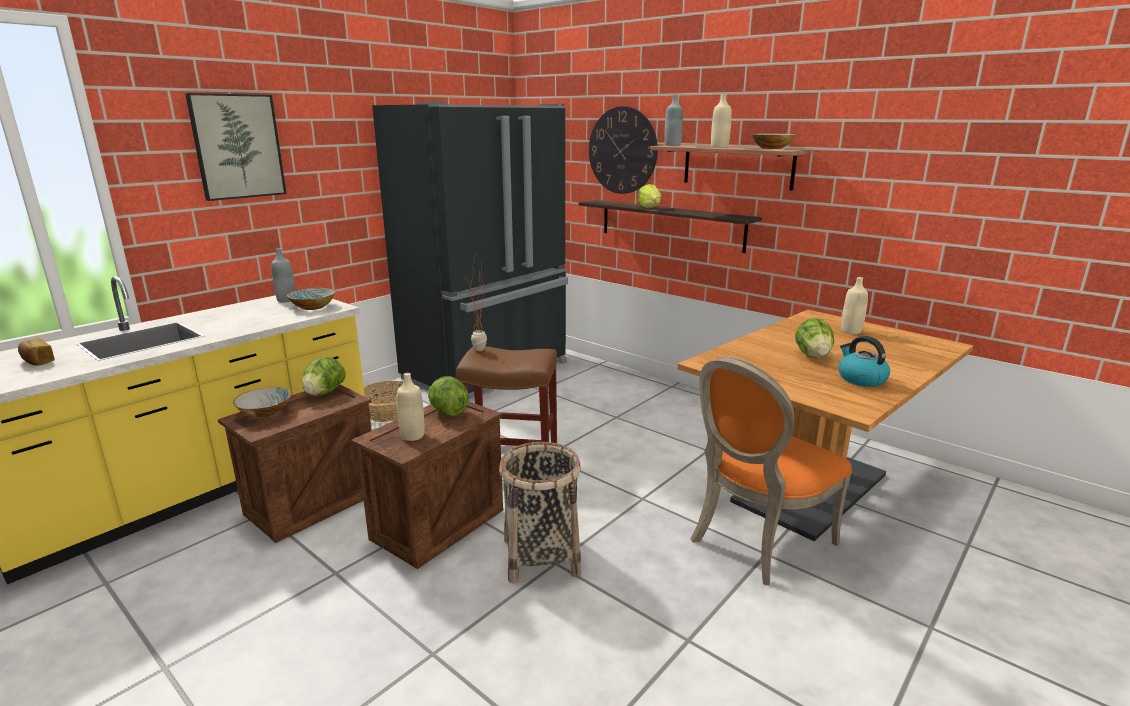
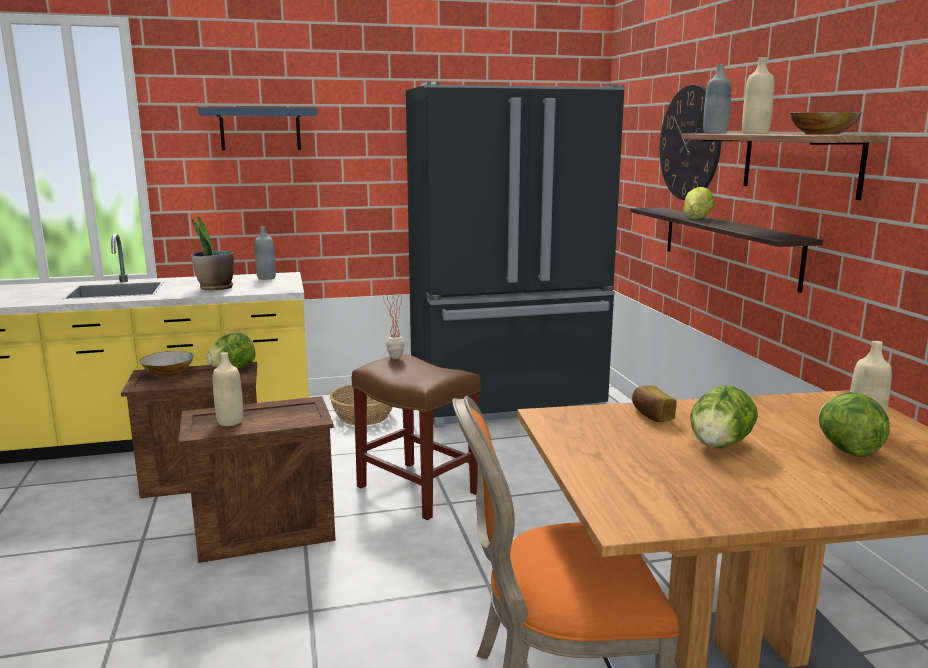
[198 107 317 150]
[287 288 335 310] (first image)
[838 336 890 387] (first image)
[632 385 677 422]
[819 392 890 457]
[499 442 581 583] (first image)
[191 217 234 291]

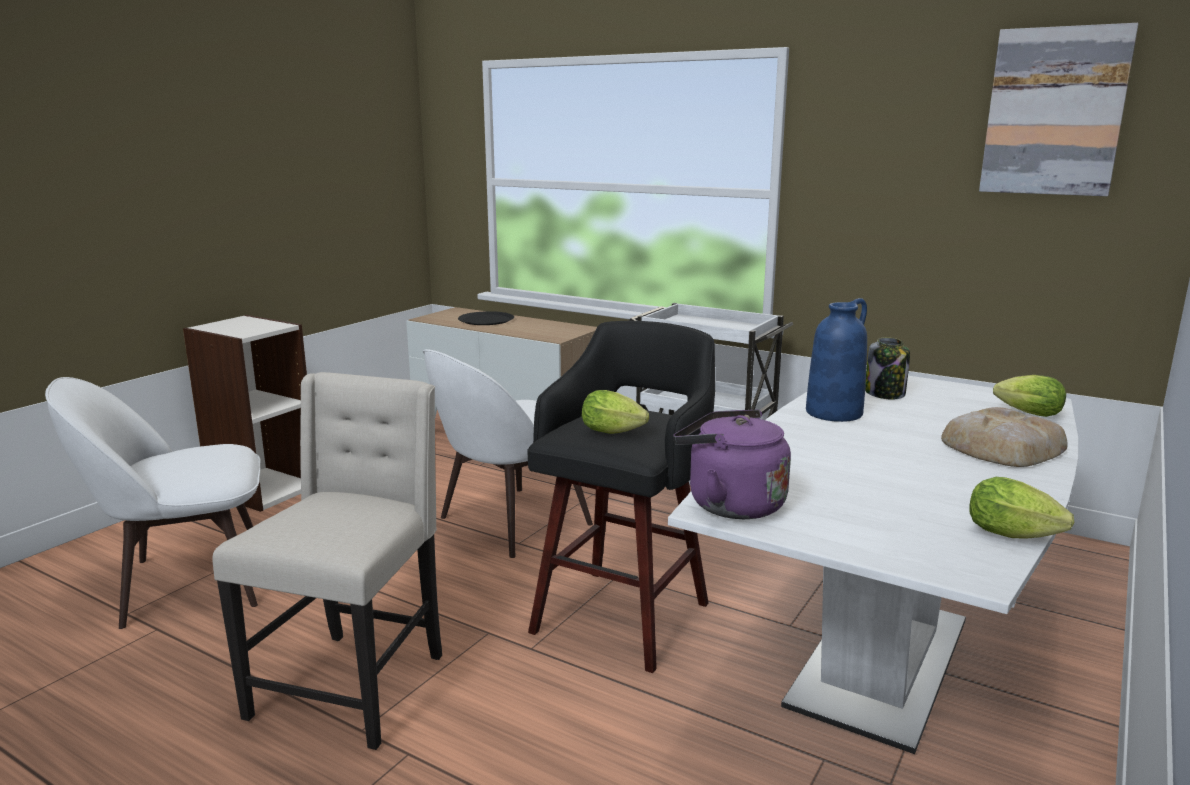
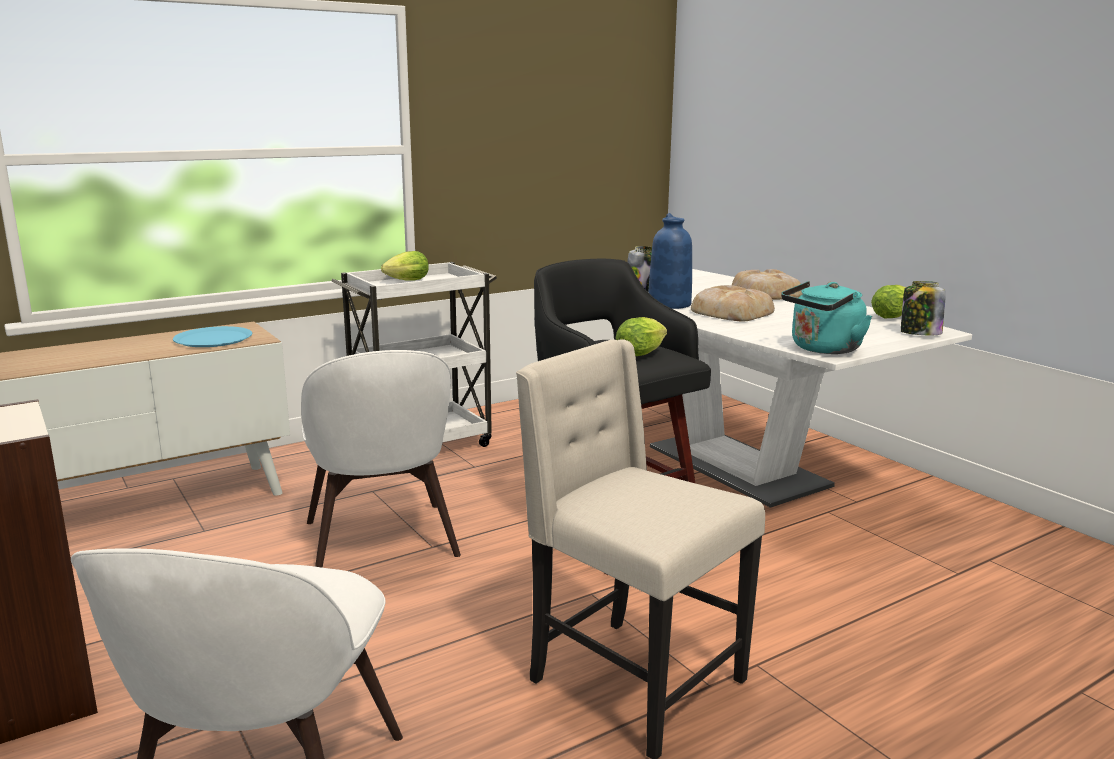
[979 23 1138 196] (first image)
[458 311 514 325] (first image)
[381 251 429 281]
[781 281 872 354]
[901 281 946 335]
[691 285 775 321]
[173 326 252 347]

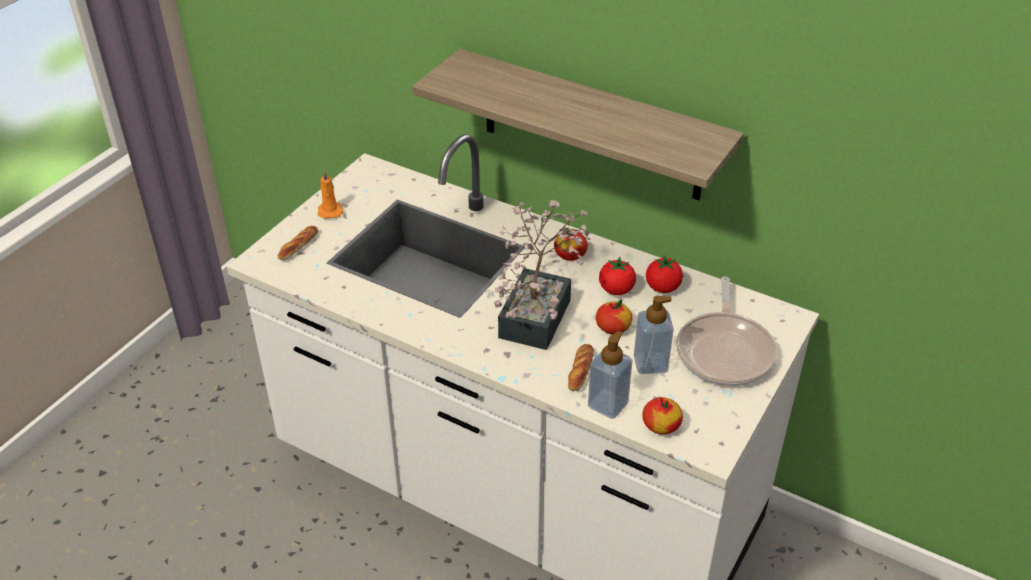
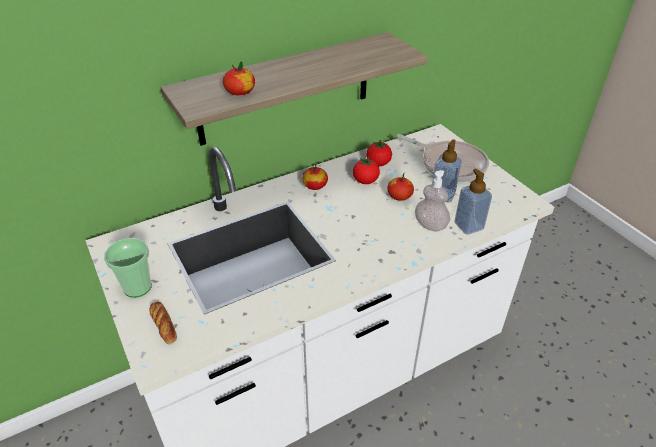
[104 238 152 298]
[494 200 590 350] (first image)
[415 170 450 231]
[223 61 255 95]

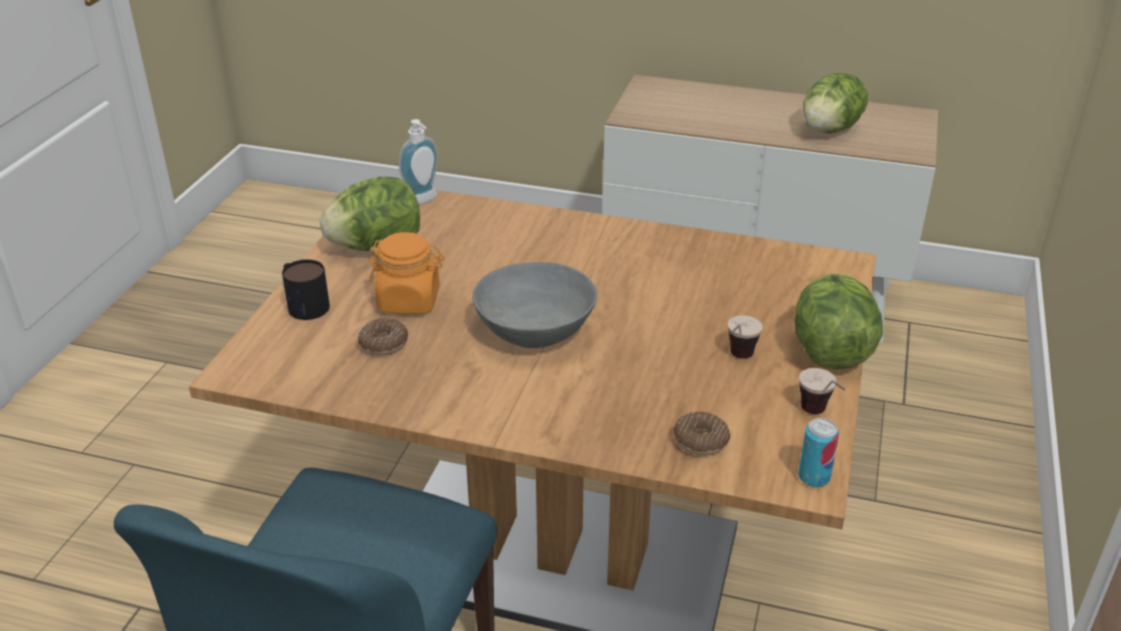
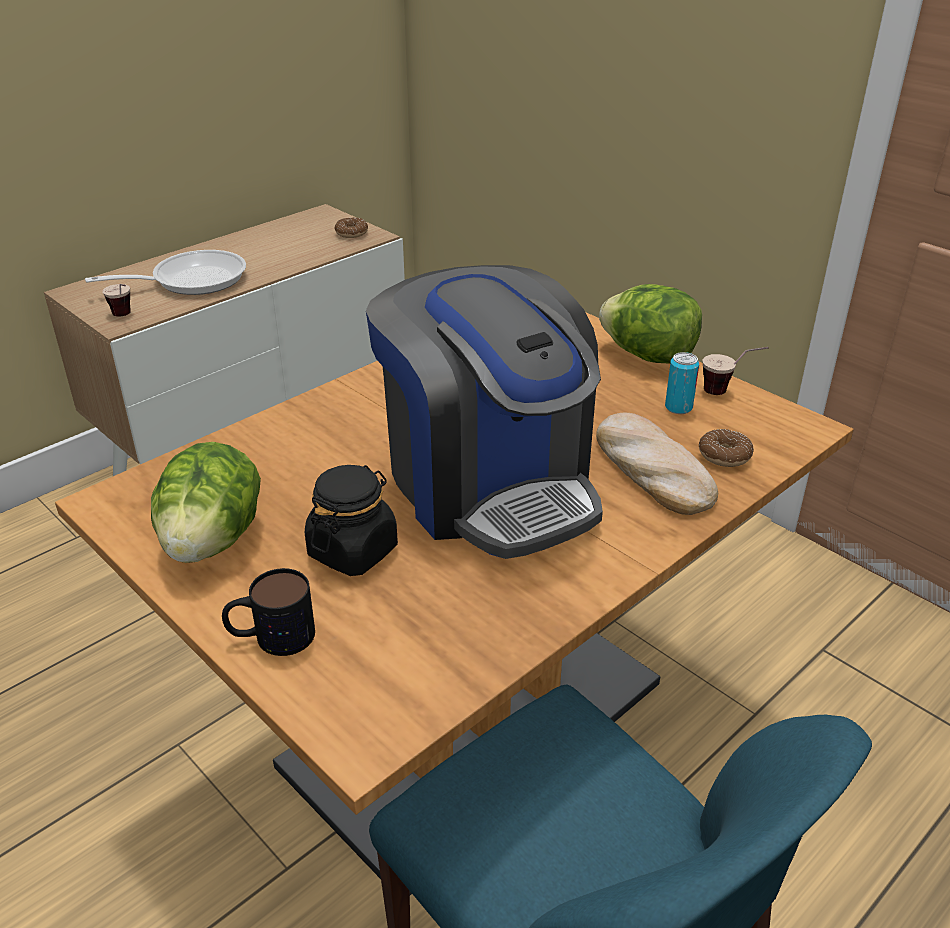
[803 73 868 133] (first image)
[399 119 438 205] (first image)
[305 465 398 576]
[366 265 603 559]
[103 284 131 317]
[334 217 368 238]
[665 352 699 414]
[85 250 246 295]
[596 413 718 515]

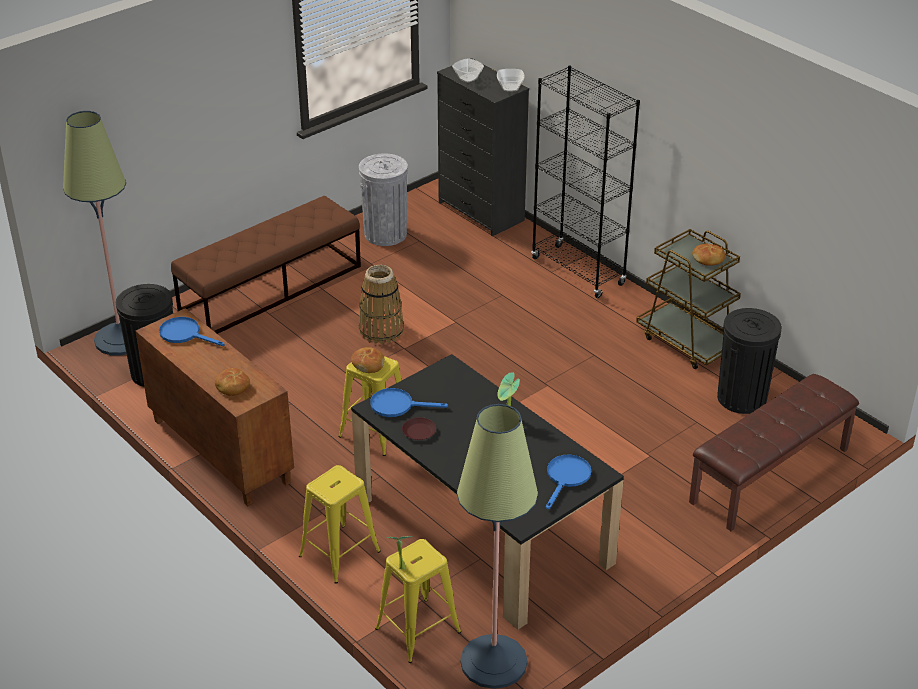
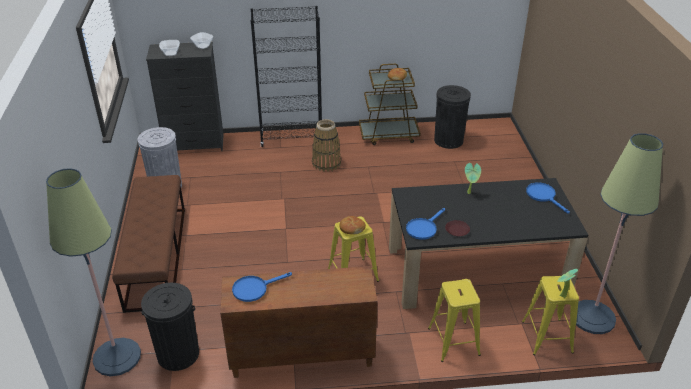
[312 119 341 172]
[215 368 250 396] (first image)
[689 374 859 531] (first image)

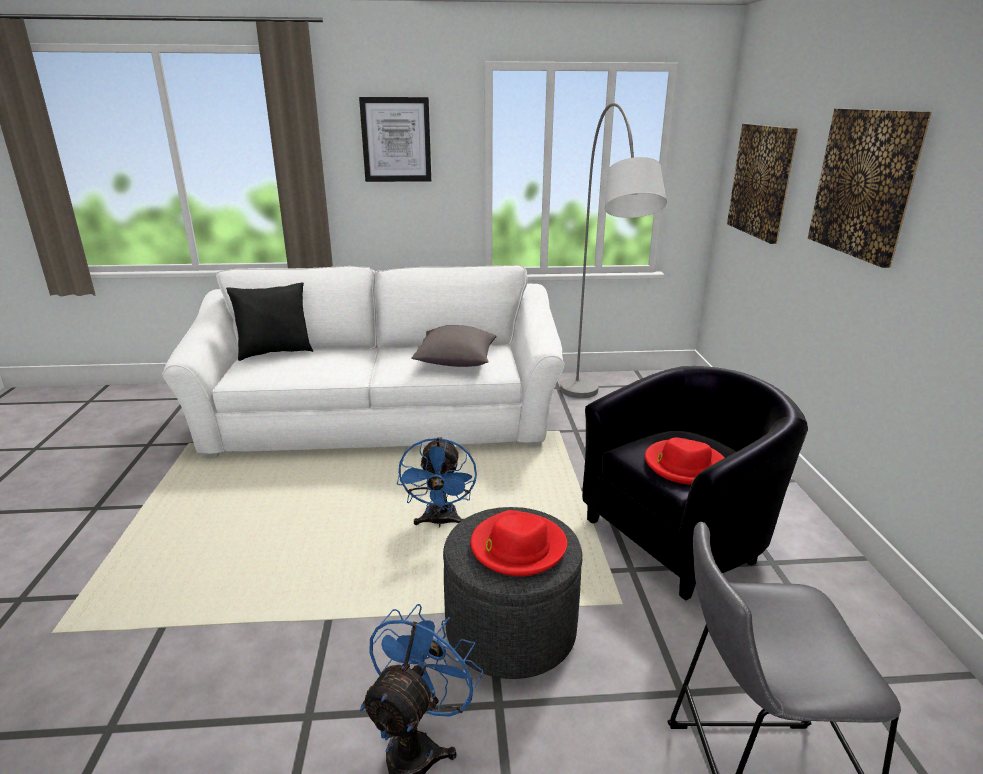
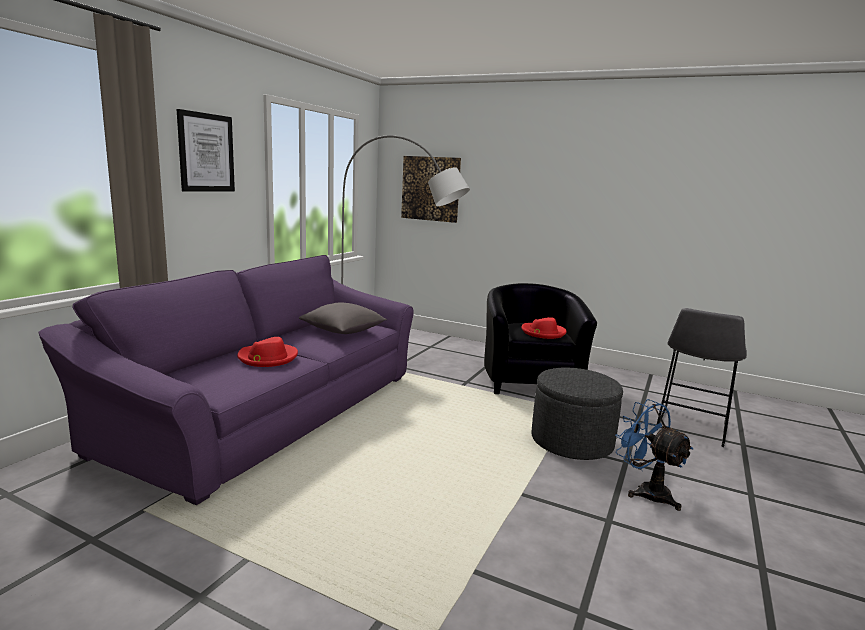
[808 108 932 268] (first image)
[39 255 414 505]
[226 282 313 361] (first image)
[397 437 477 528] (first image)
[237 337 298 367]

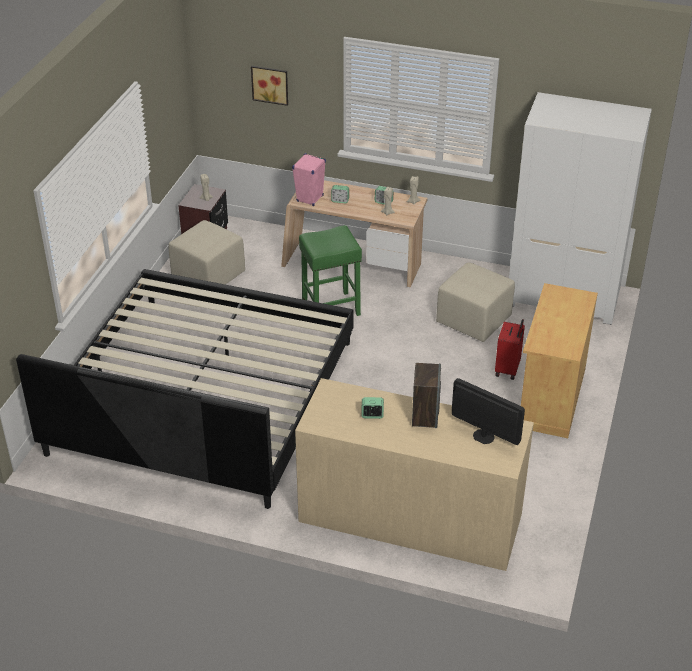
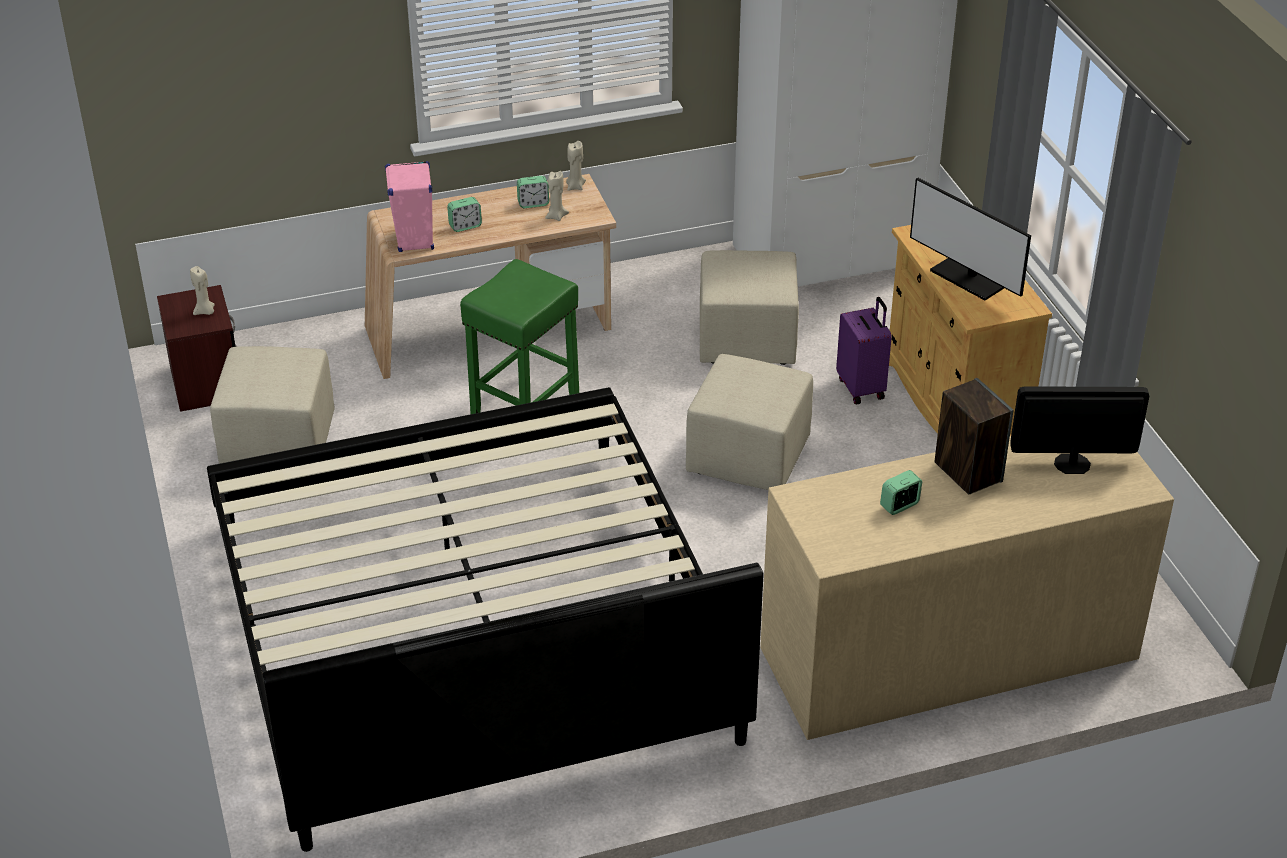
[251 66 288 106] (first image)
[836 297 892 404]
[910 177 1031 301]
[686 354 813 490]

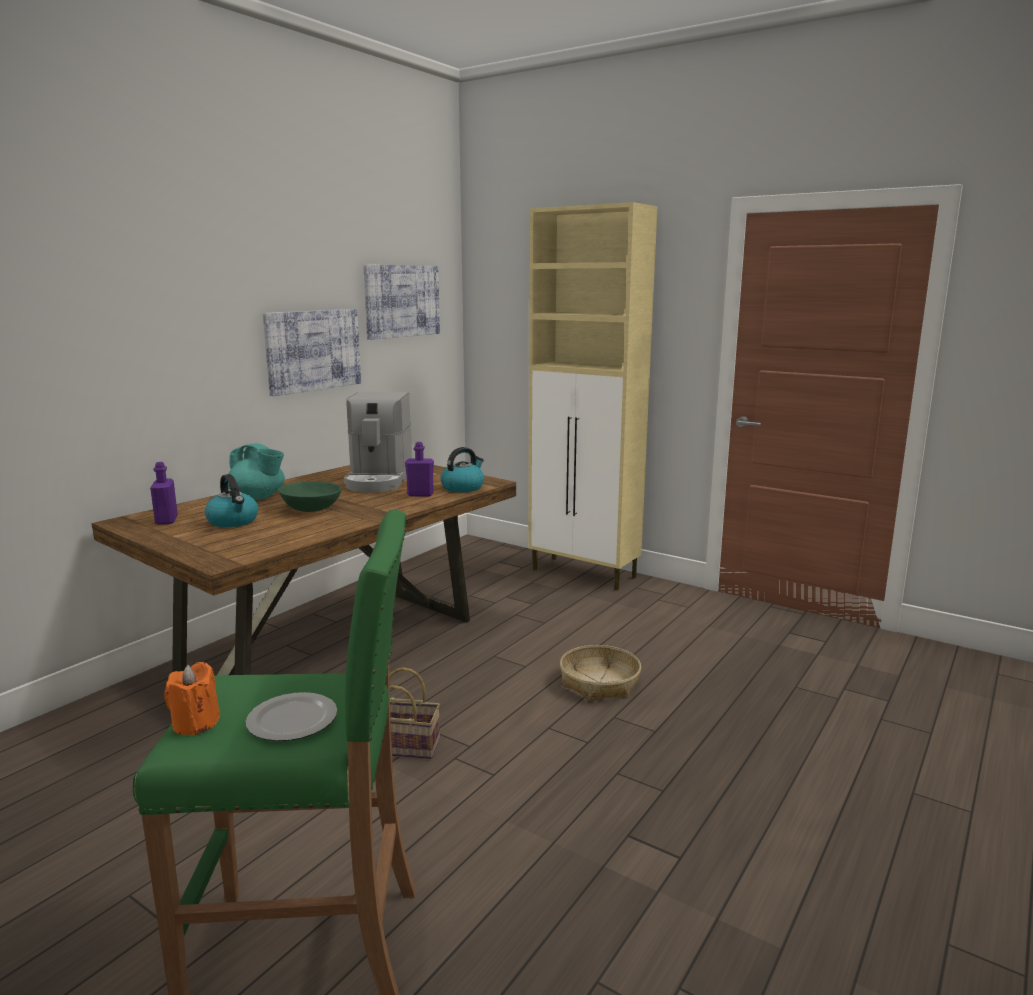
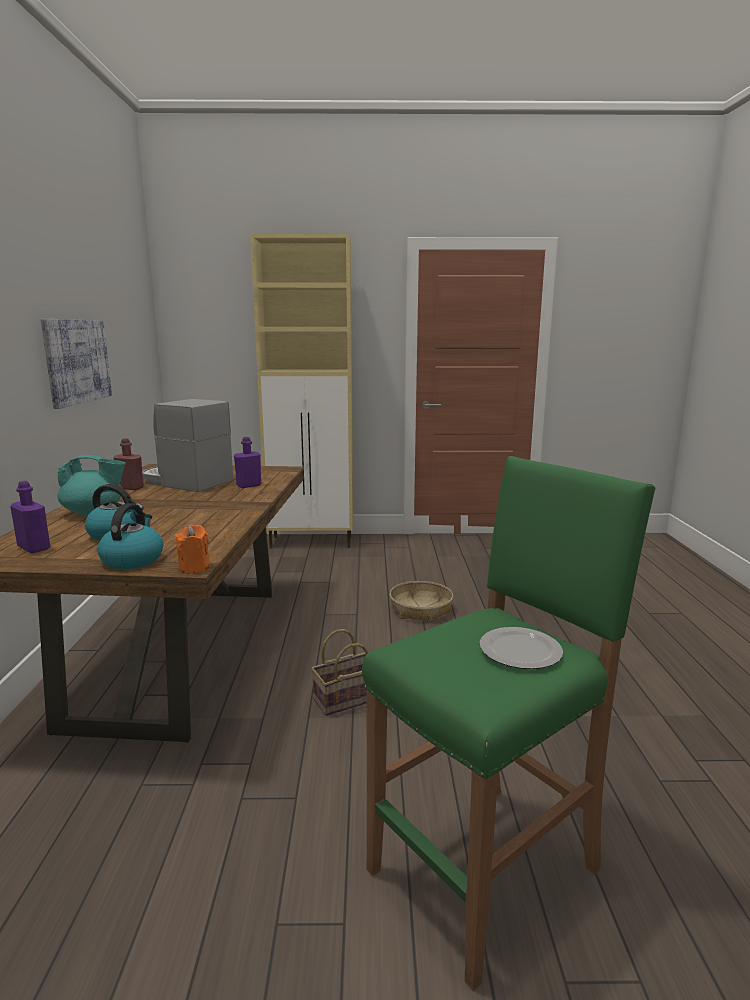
[363 264 440 340] (first image)
[142 399 233 492]
[97 503 163 569]
[278 481 342 512] (first image)
[175 524 210 574]
[113 438 144 490]

